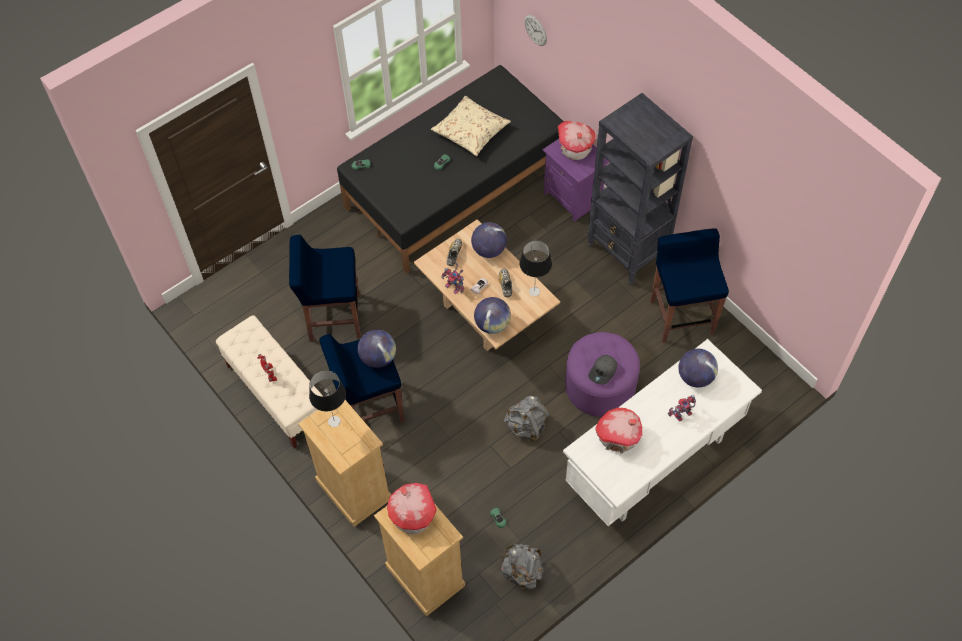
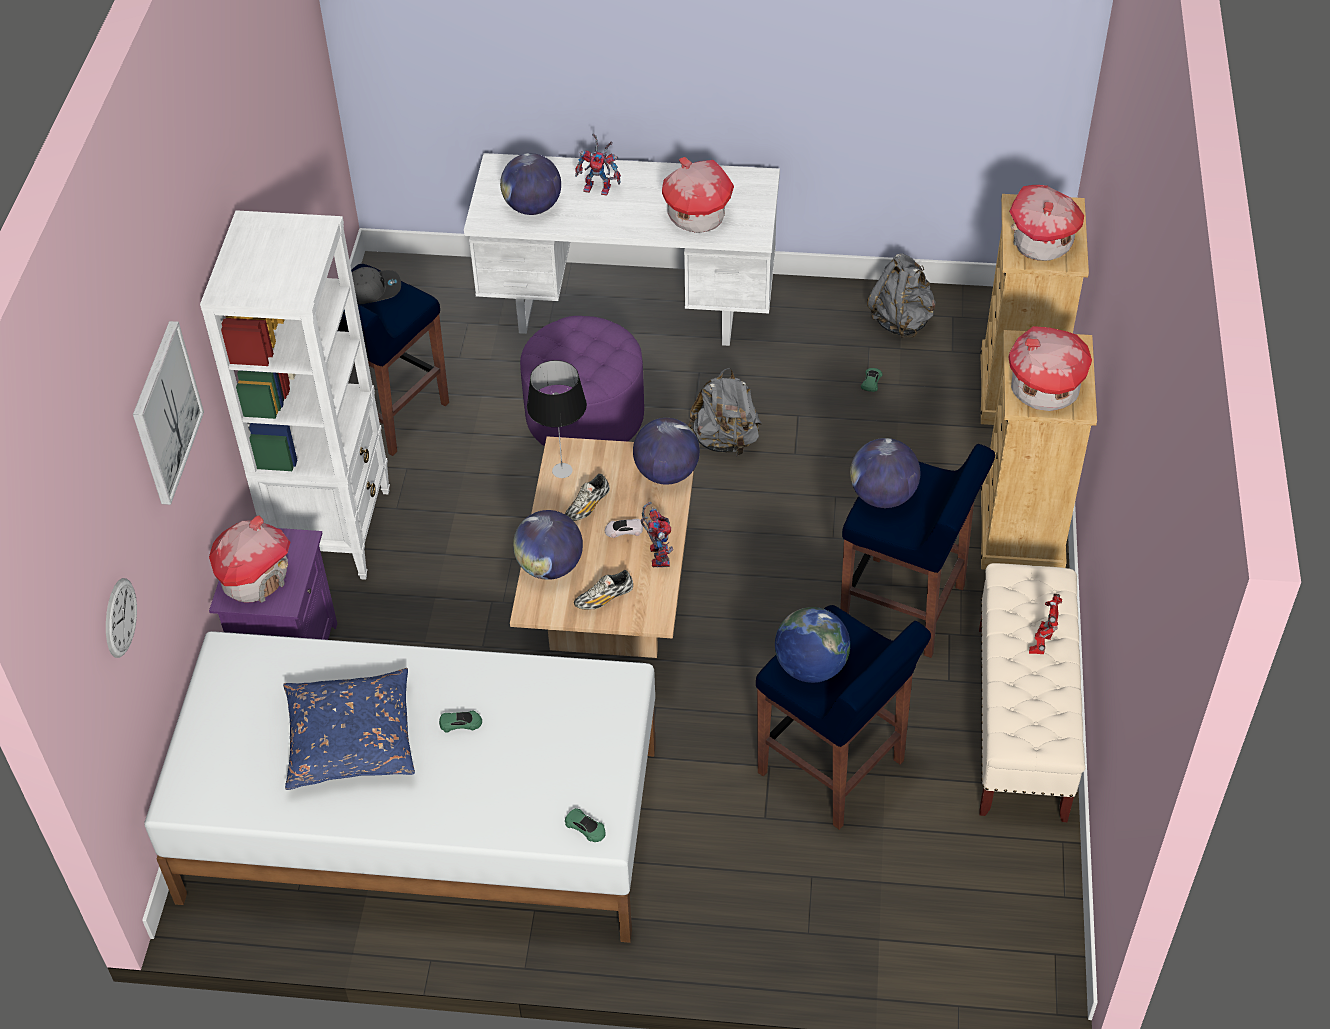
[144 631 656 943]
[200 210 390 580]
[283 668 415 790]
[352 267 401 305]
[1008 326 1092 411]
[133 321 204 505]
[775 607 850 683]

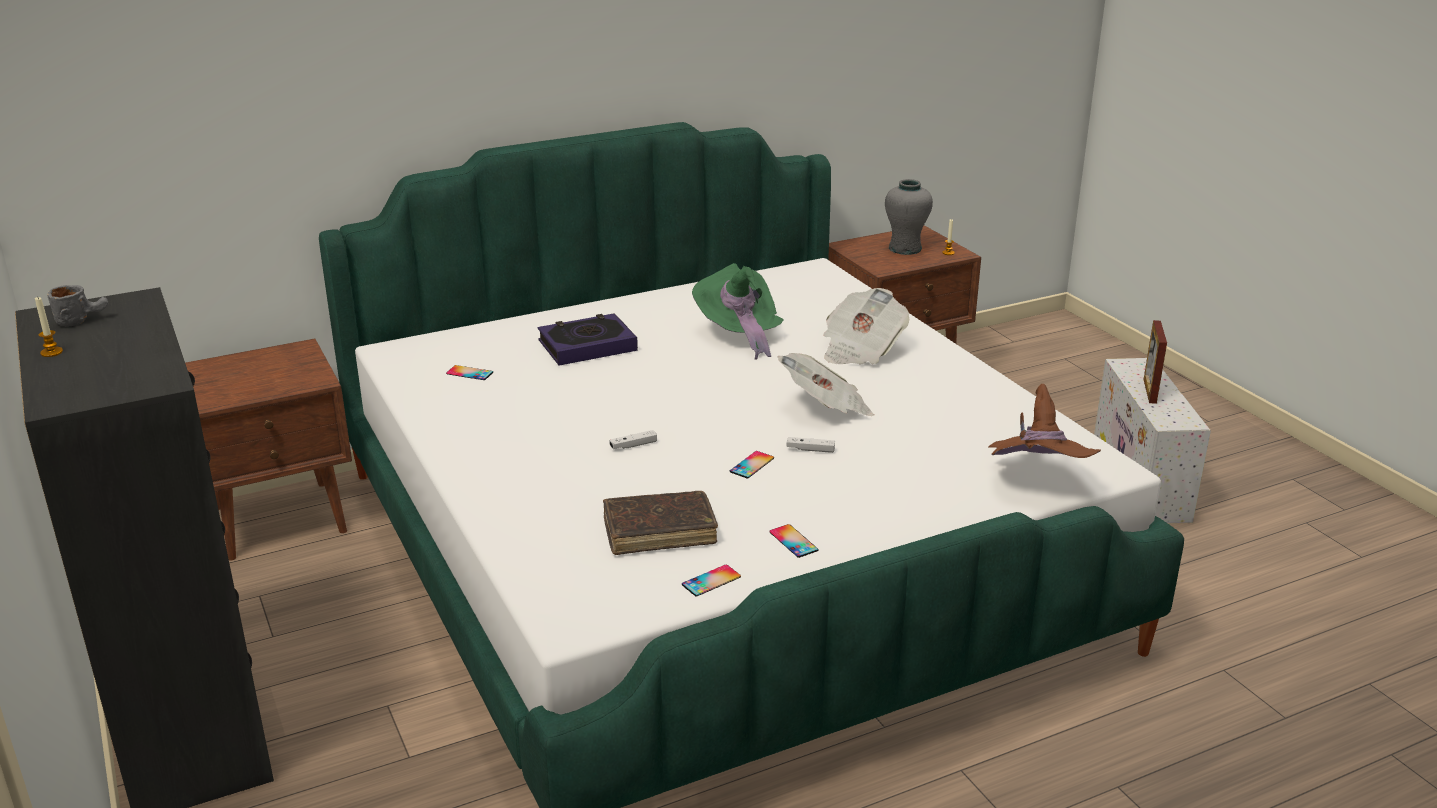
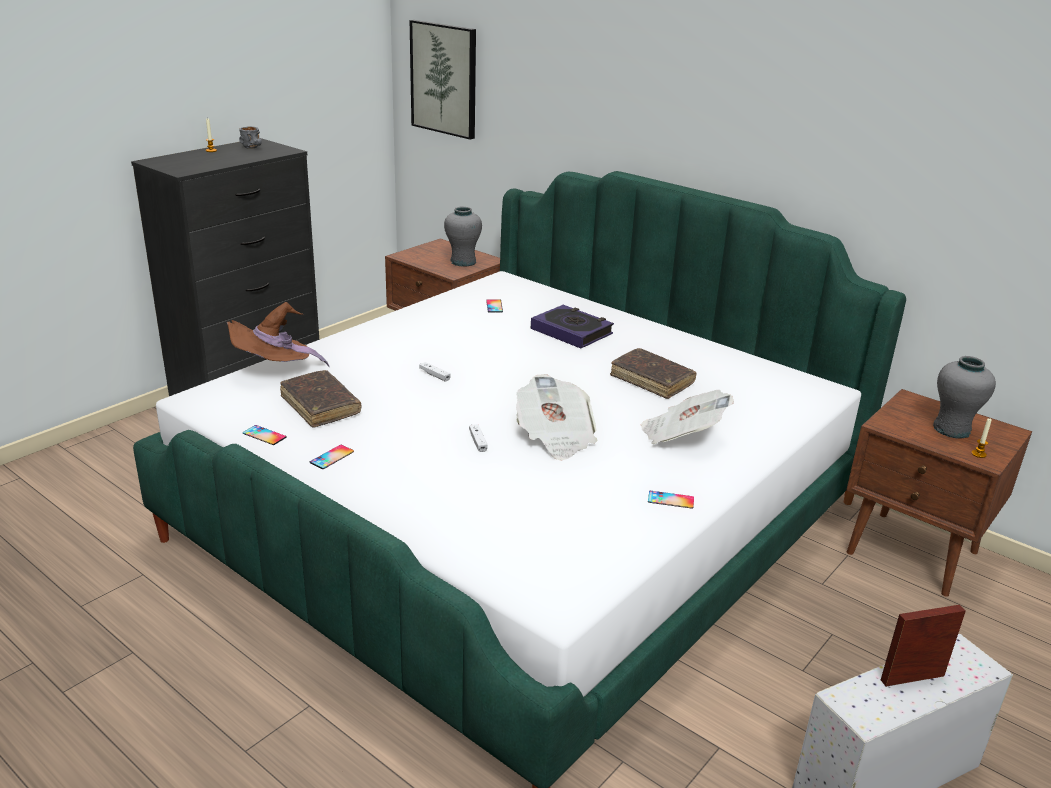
[610 348 697 399]
[227 302 330 367]
[648 491 694 509]
[410 20 476 140]
[444 207 482 266]

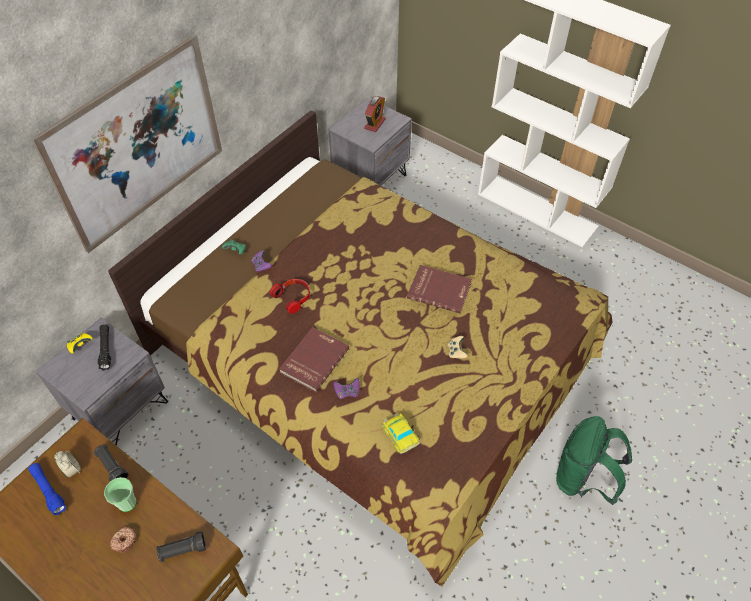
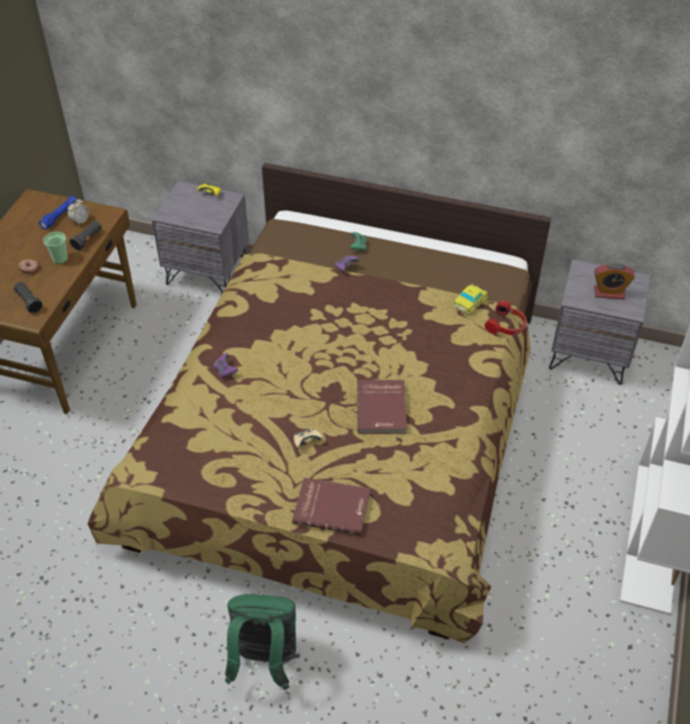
[31 35 222 253] (first image)
[485 301 526 335]
[98 324 111 371] (first image)
[292 478 370 535]
[453 284 488 314]

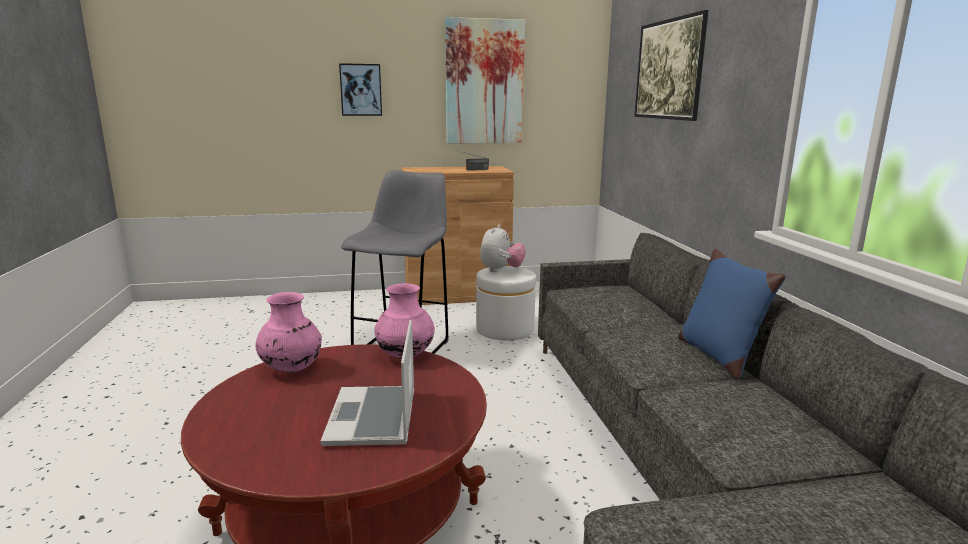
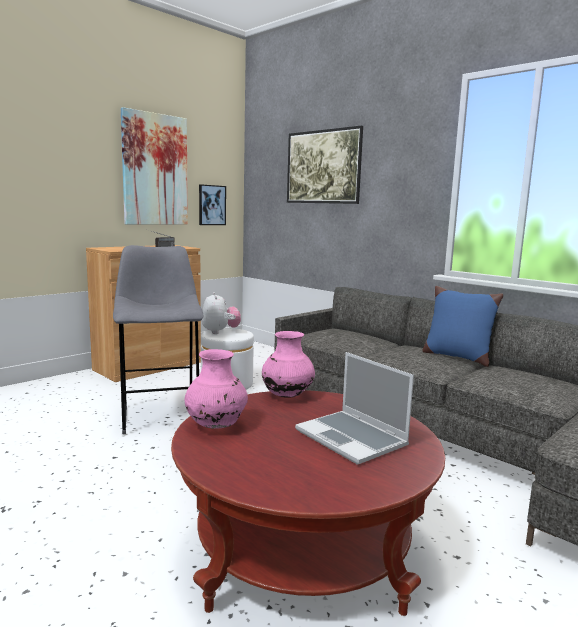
[199 184 226 225]

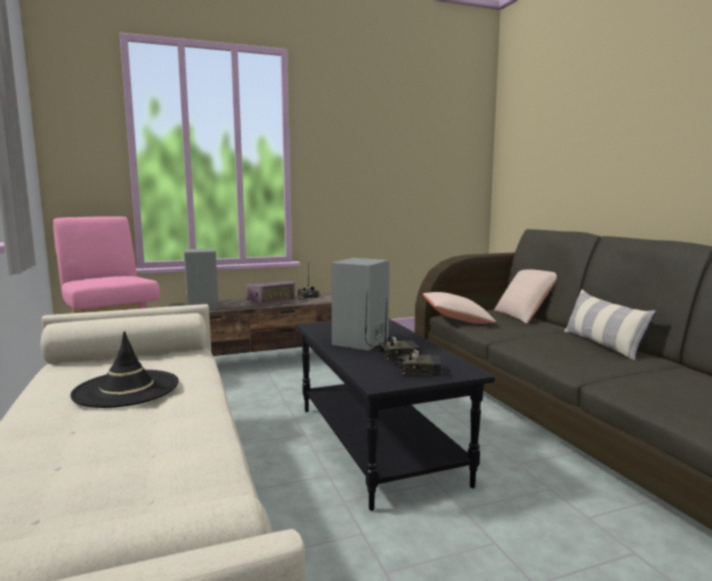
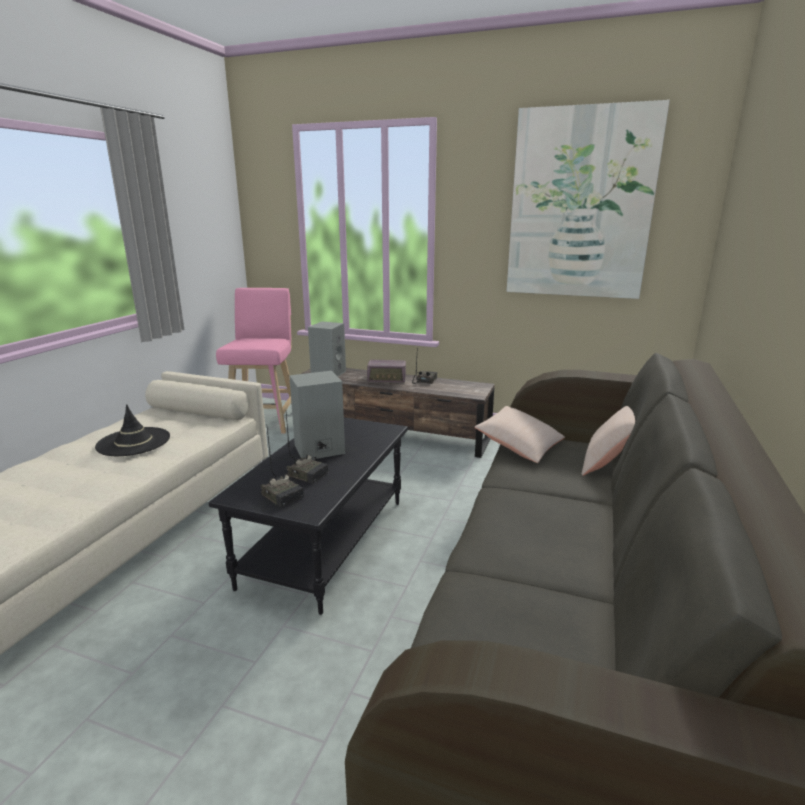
[564 289 656 360] (first image)
[506 100 670 299]

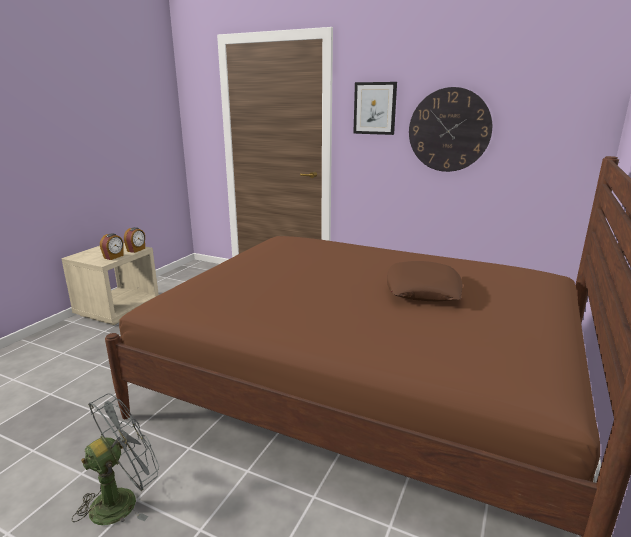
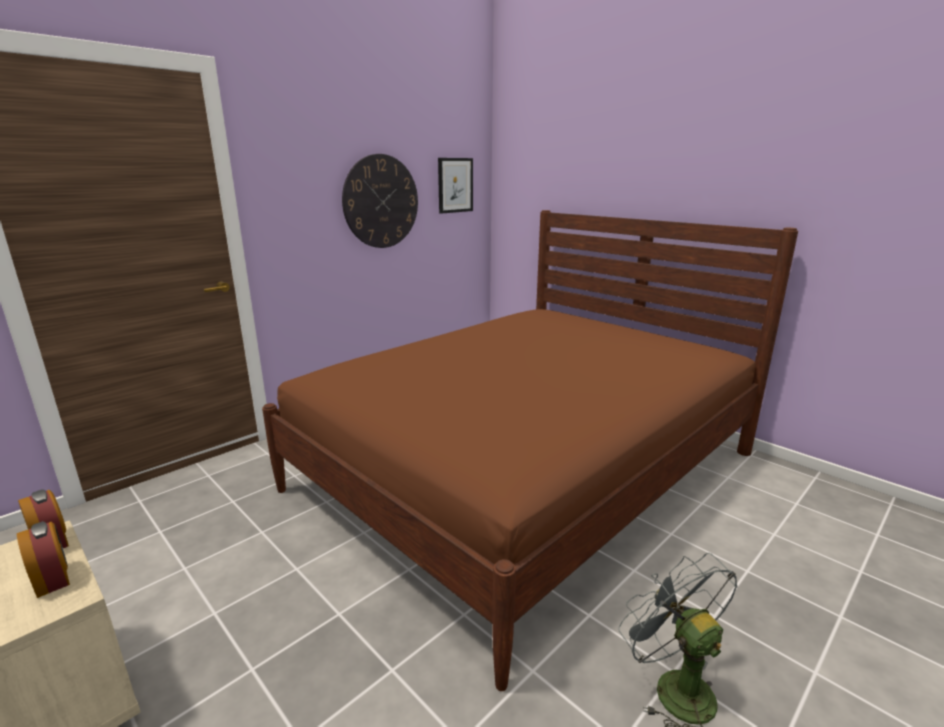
[438 158 473 214]
[387 261 463 301] (first image)

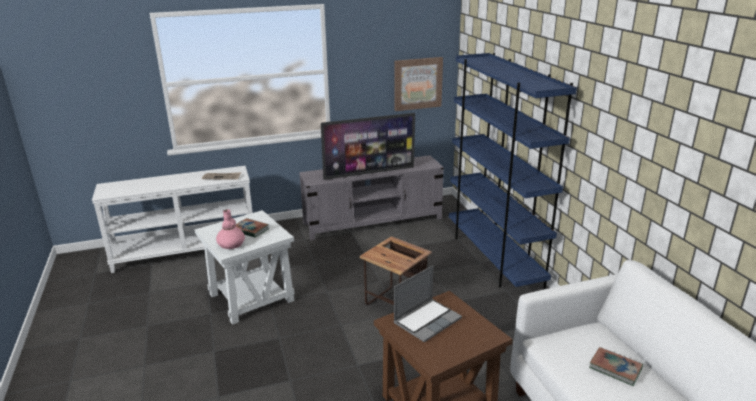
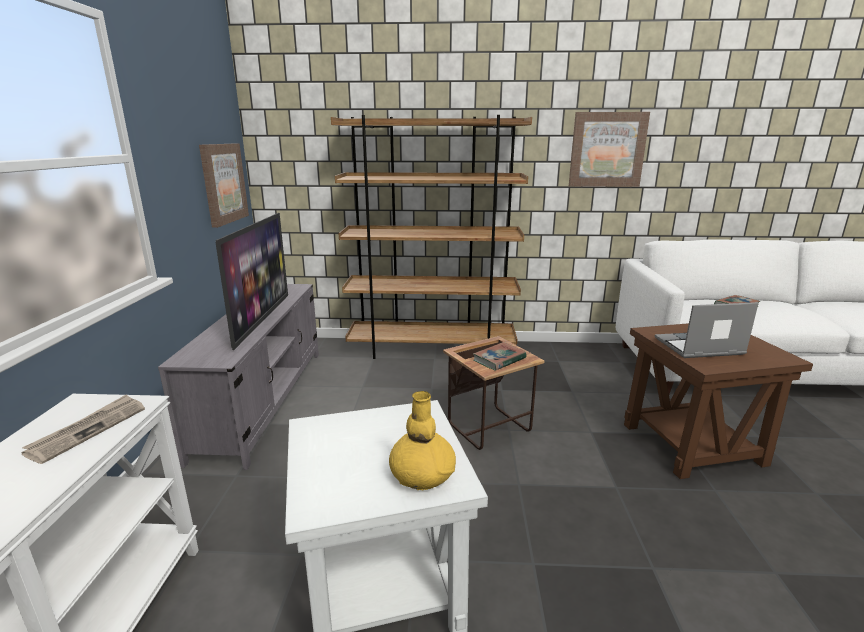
[331 115 532 359]
[389 391 456 491]
[473 342 527 371]
[654 302 758 358]
[569 112 650 187]

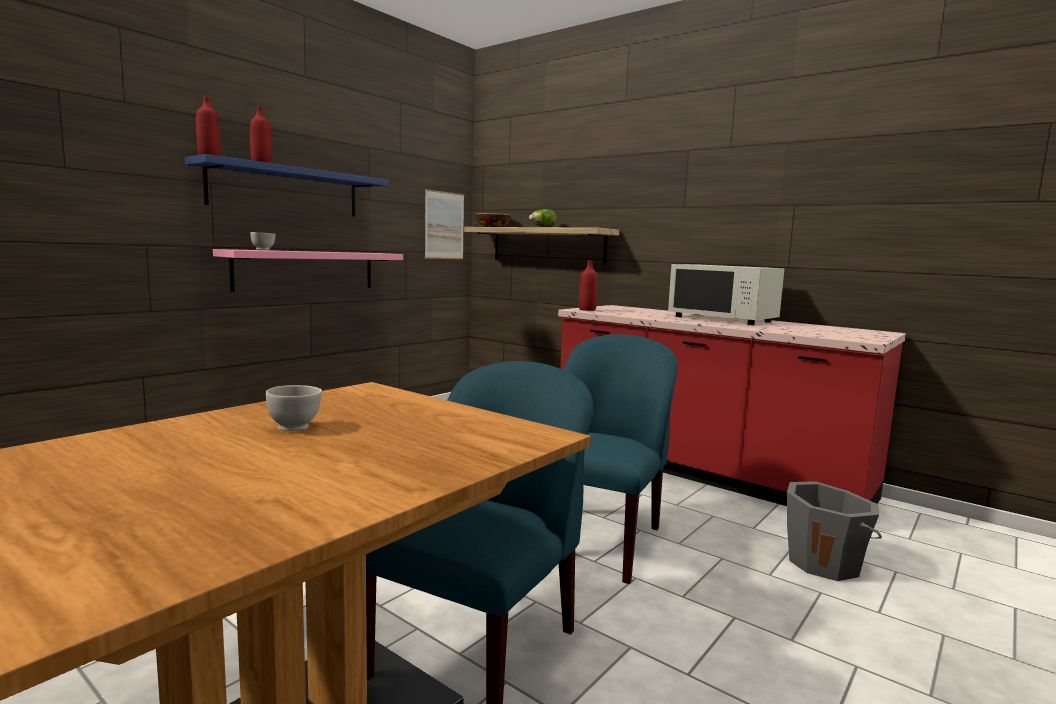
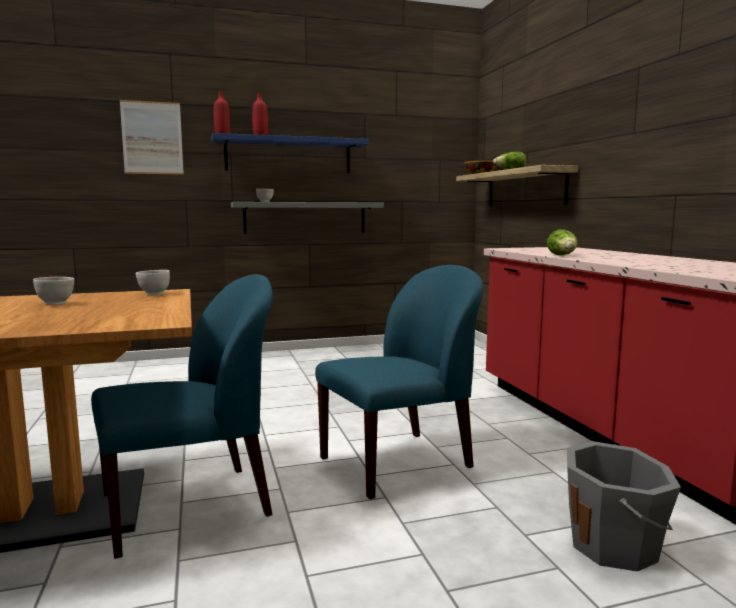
[120 100 184 175]
[231 202 384 234]
[579 261 598 311] (first image)
[668 264 785 325] (first image)
[547 229 578 255]
[136 270 170 296]

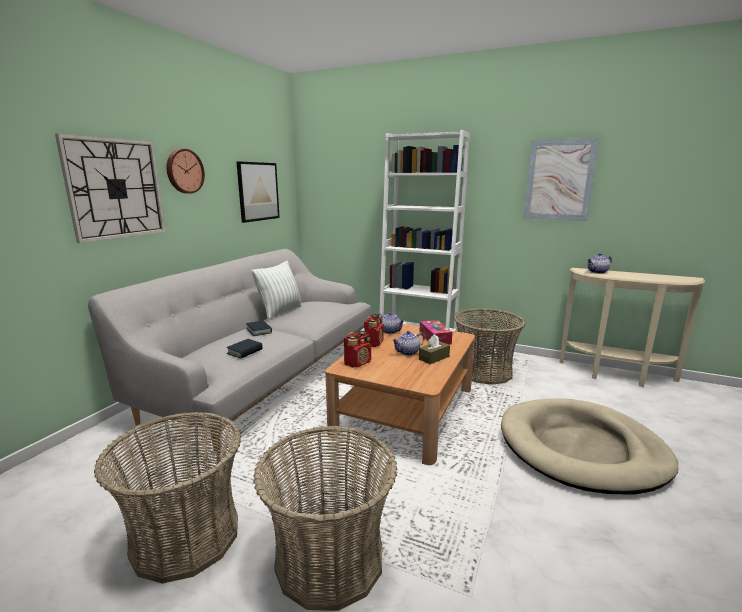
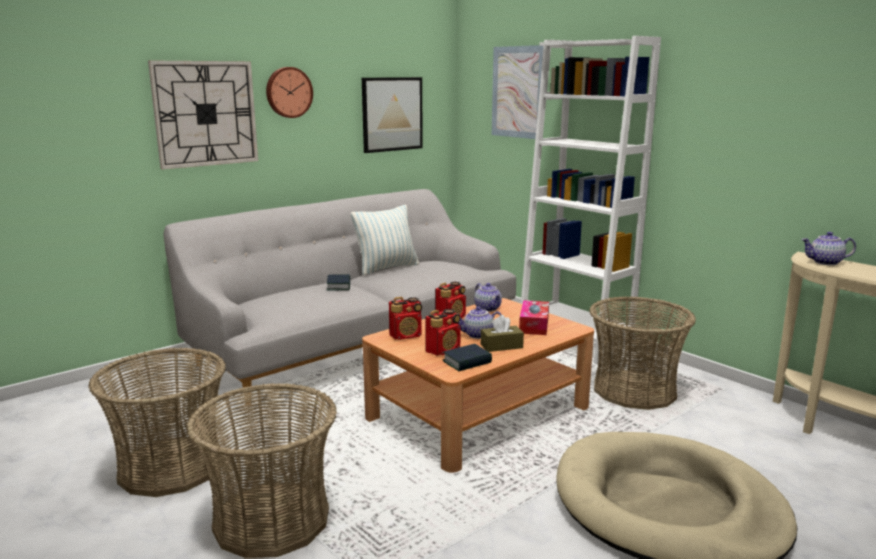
[492 45 544 139]
[442 344 492 371]
[425 309 461 356]

